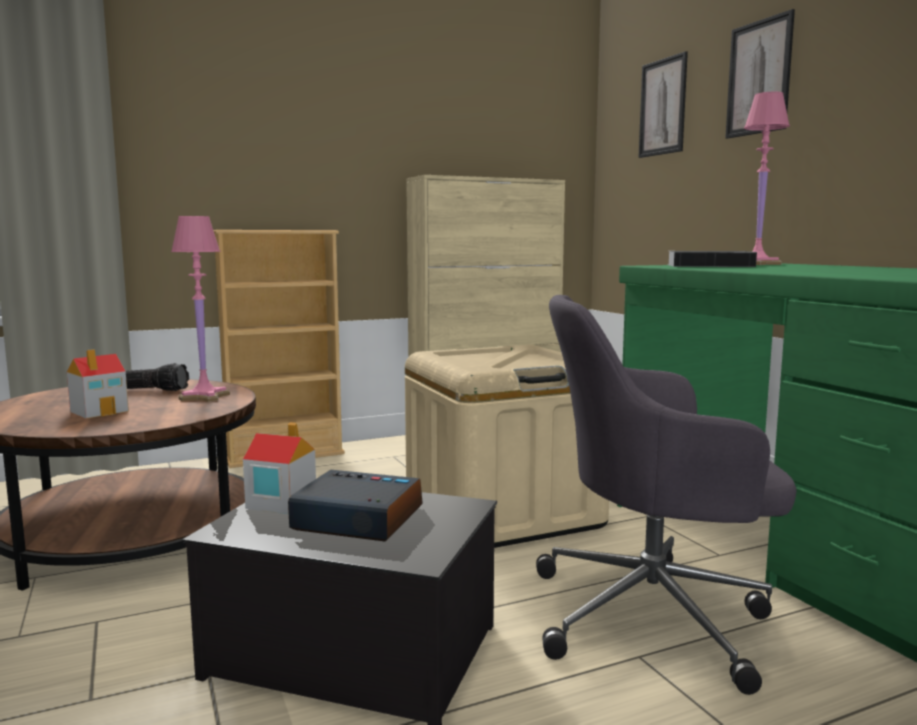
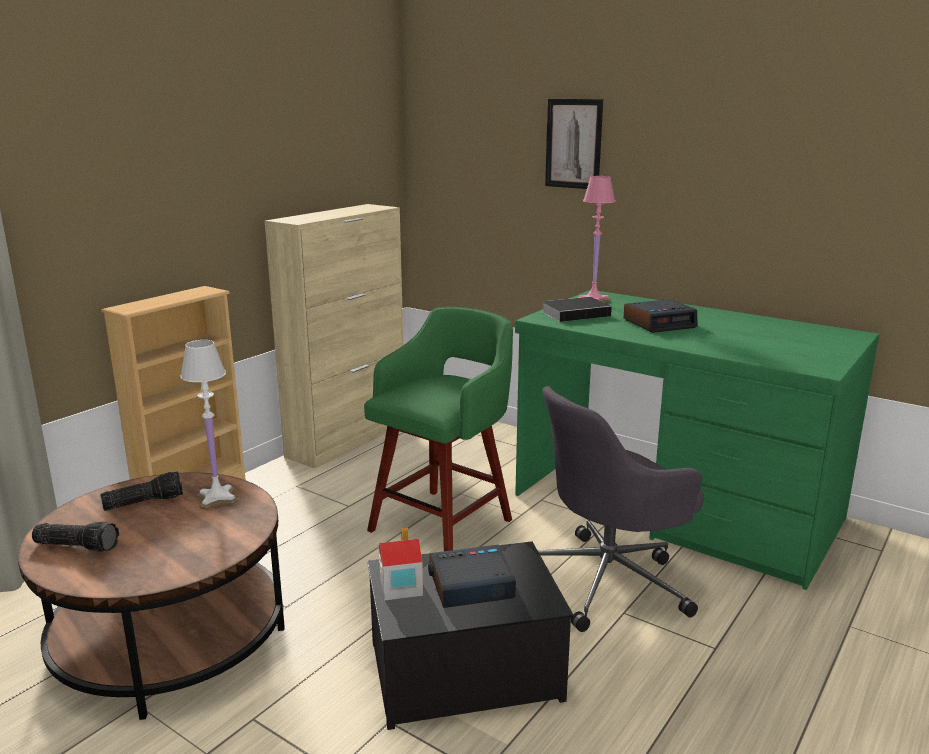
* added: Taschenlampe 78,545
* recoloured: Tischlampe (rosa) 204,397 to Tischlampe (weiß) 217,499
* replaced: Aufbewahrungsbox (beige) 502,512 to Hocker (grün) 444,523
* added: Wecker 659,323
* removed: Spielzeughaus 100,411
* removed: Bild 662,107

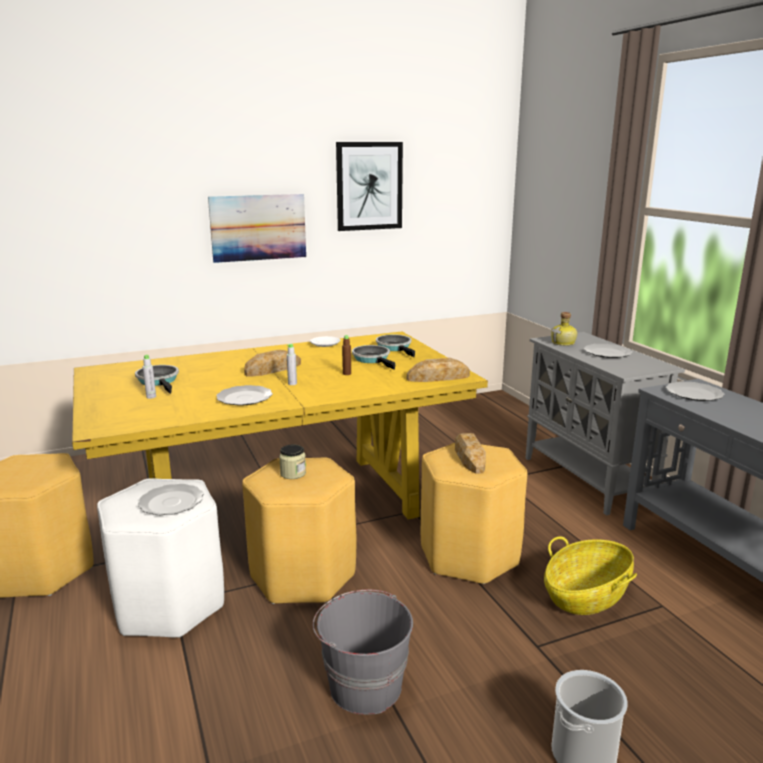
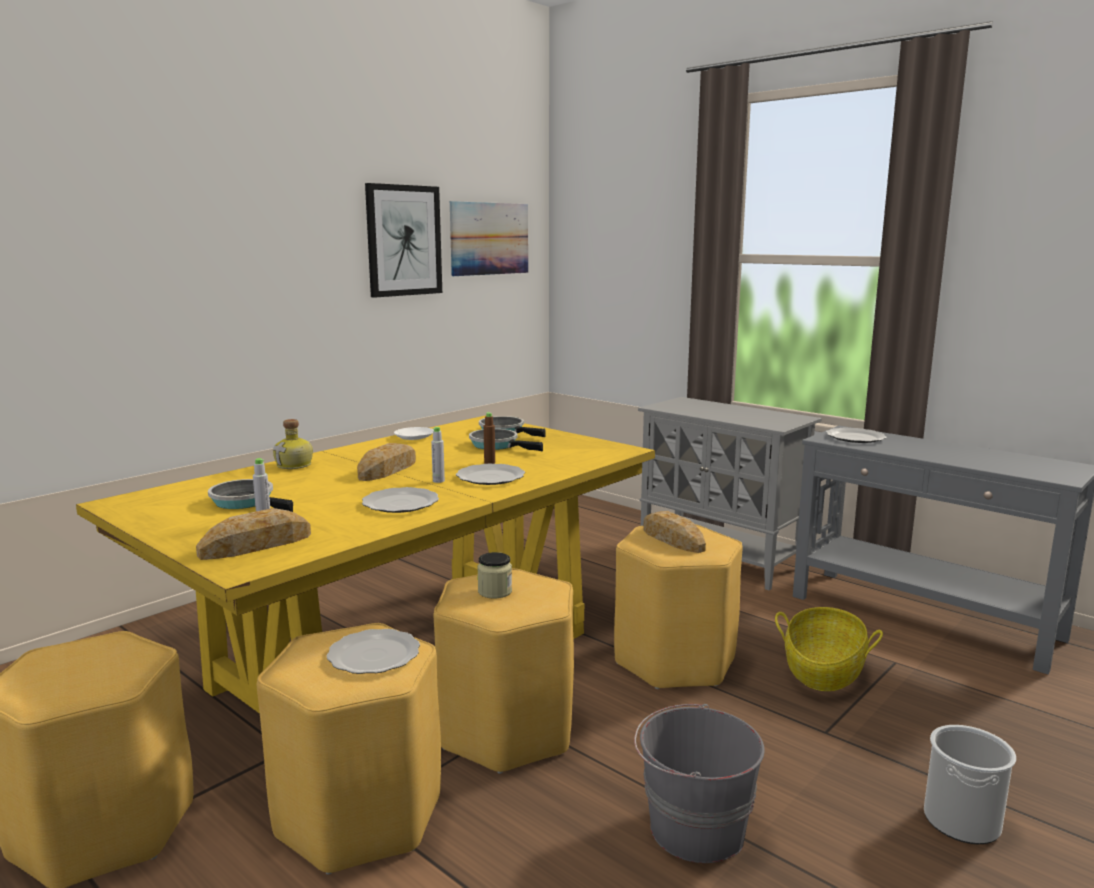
* moved: Brot 438,377 to 256,545
* recoloured: Hocker (weiß) 168,605 to Hocker (gelb) 358,816
* moved: Flasche 564,343 to 295,465
* moved: Bild 258,227 to 489,238
* moved: Teller 607,353 to 491,477

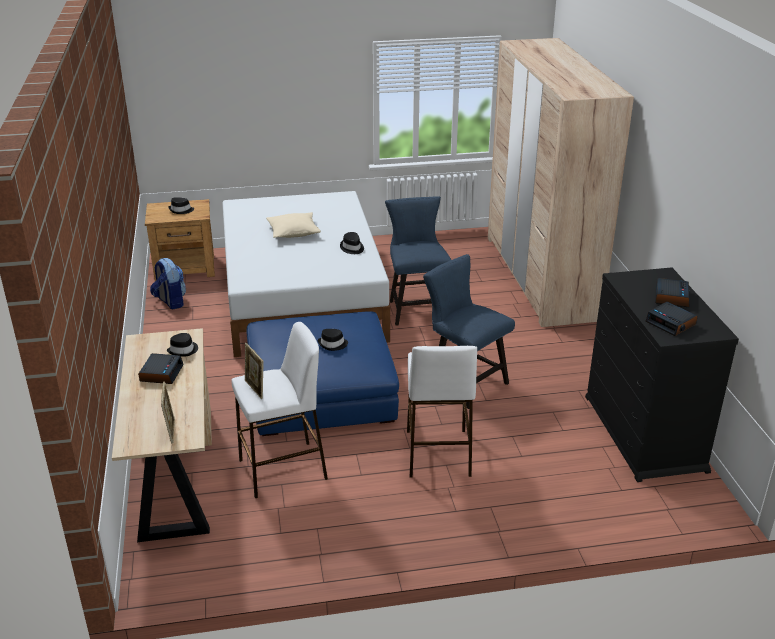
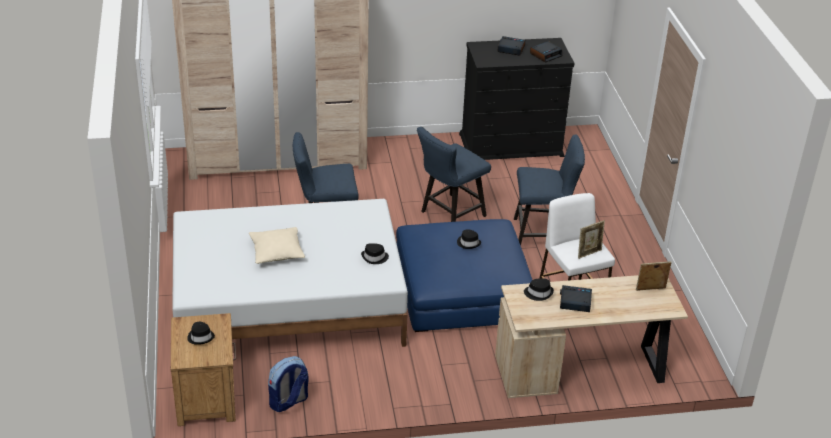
* moved: Hut (schwarz) 352,248 to 375,257
* replaced: Hocker (weiß) 438,453 to Stuhl (blau) 542,234

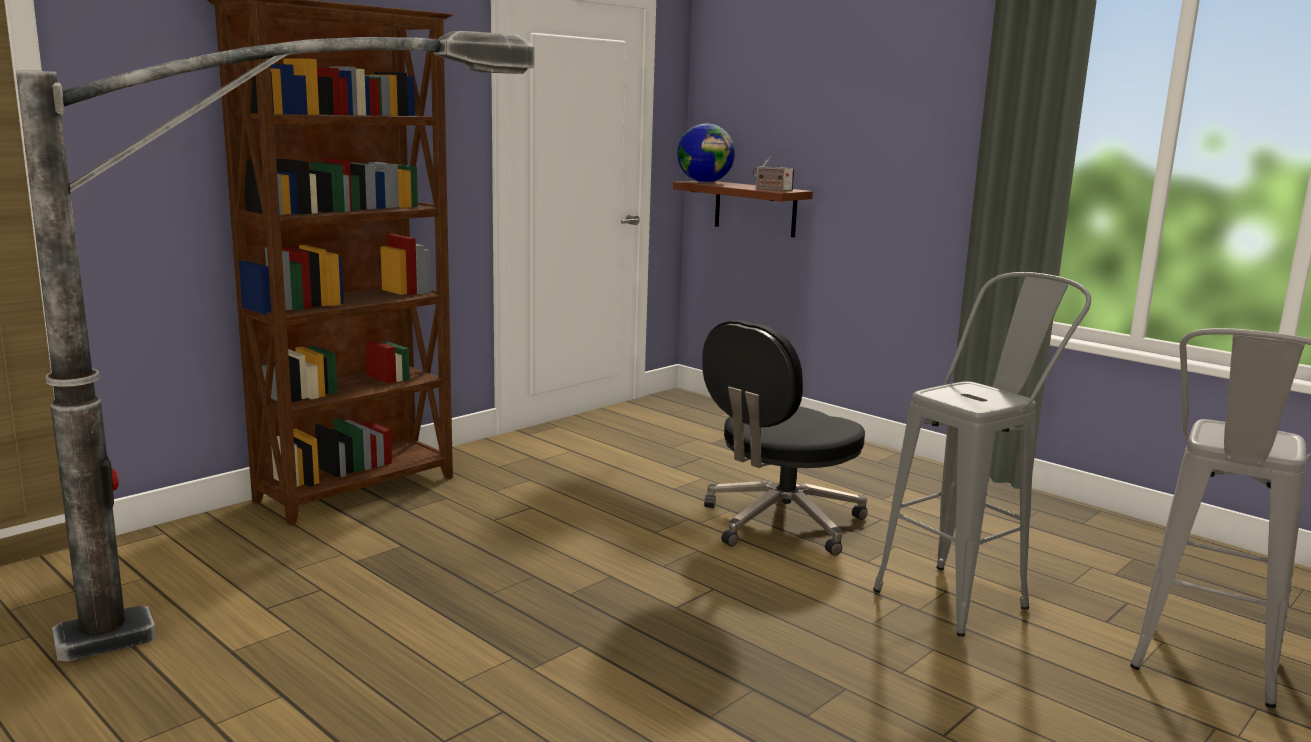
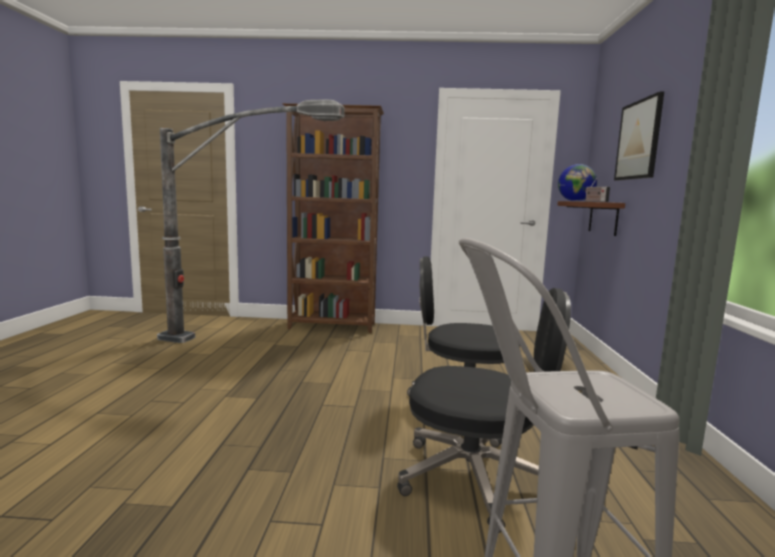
* replaced: Hocker (grau) 964,594 to Bürostuhl (schwarz) 476,478
* added: Bild 638,140

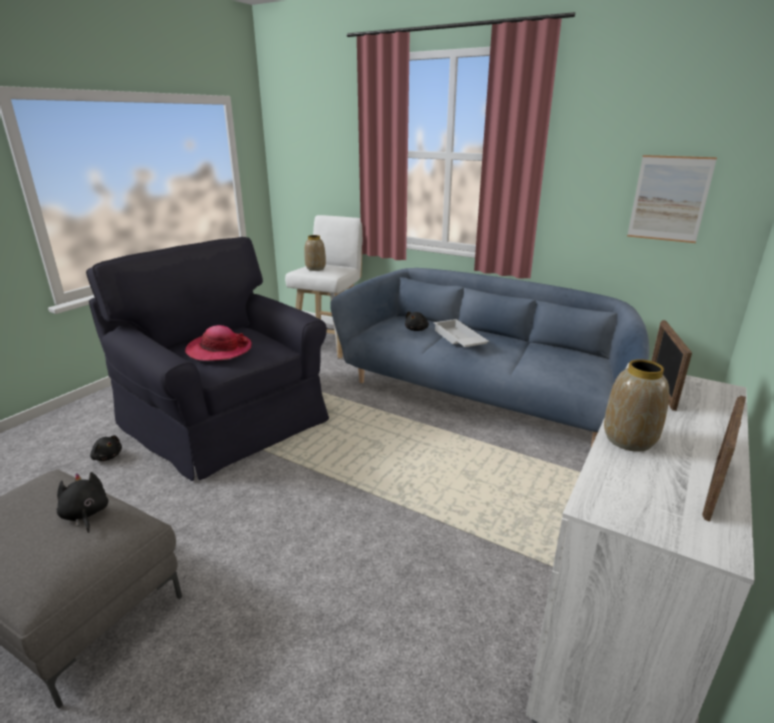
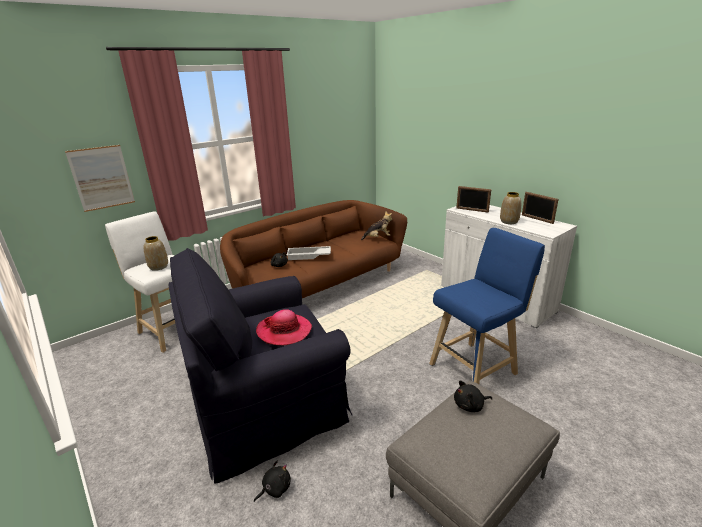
* moved: Bild 669,199 to 102,178
* recoloured: Sofa (blau) 480,395 to Sofa (braun) 316,286
* added: Plüschtier 378,238
* added: Hocker (blau) 476,367

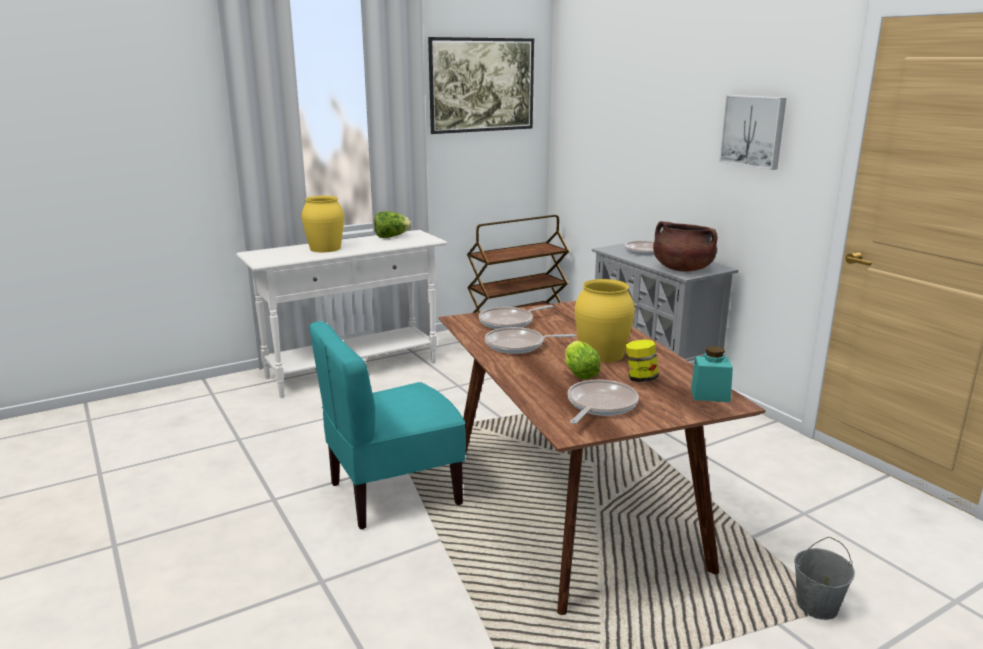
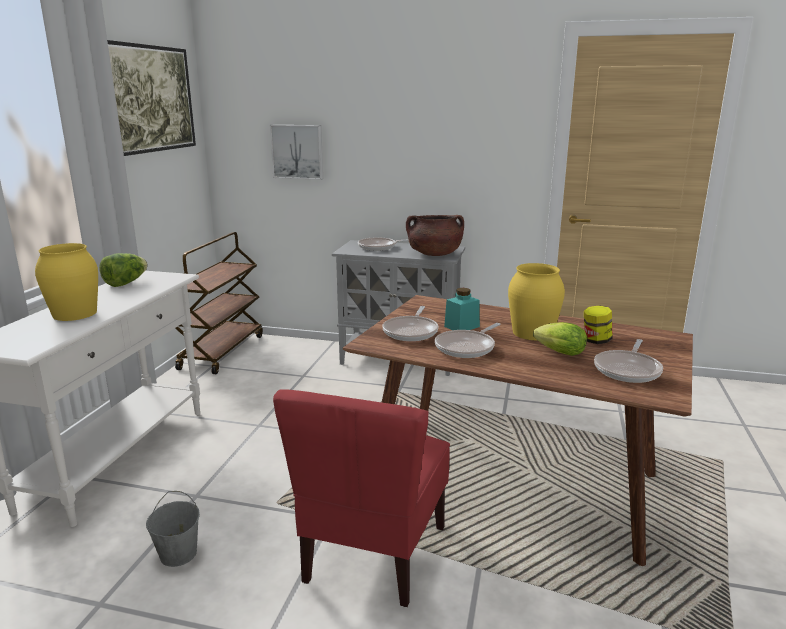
* moved: Eimer (grau) 816,605 to 178,554
* moved: Bild 754,131 to 298,151
* recoloured: Stuhl (türkis) 393,493 to Stuhl (rot) 373,554
* moved: Vorratsglas (türkis) 710,395 to 461,326
* turned: Pfanne 599,405 = 628,370 135 degrees counterclockwise

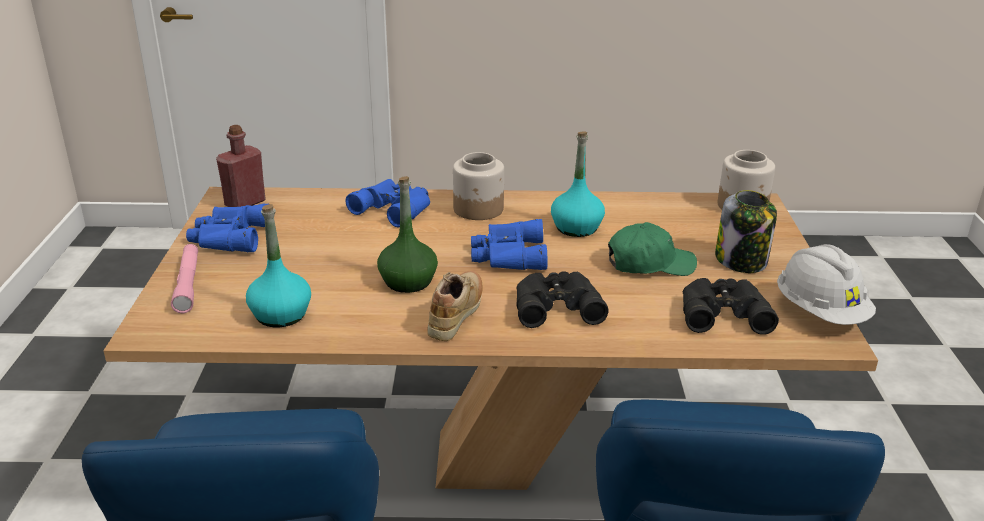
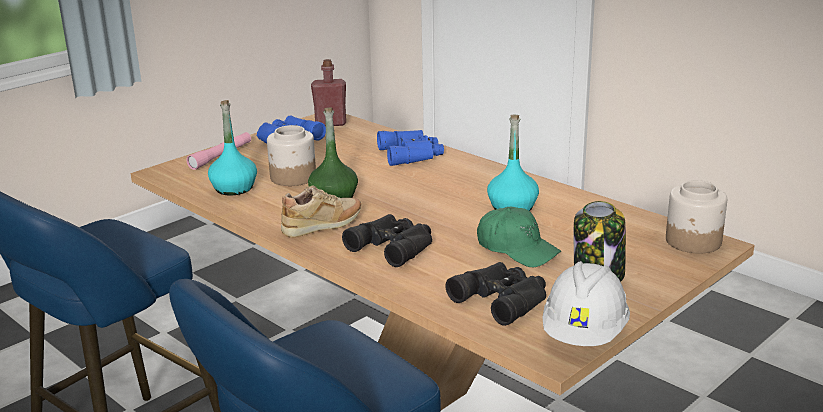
* moved: Vorratsglas 478,209 to 293,177
* removed: Fernglas (blau) 507,255

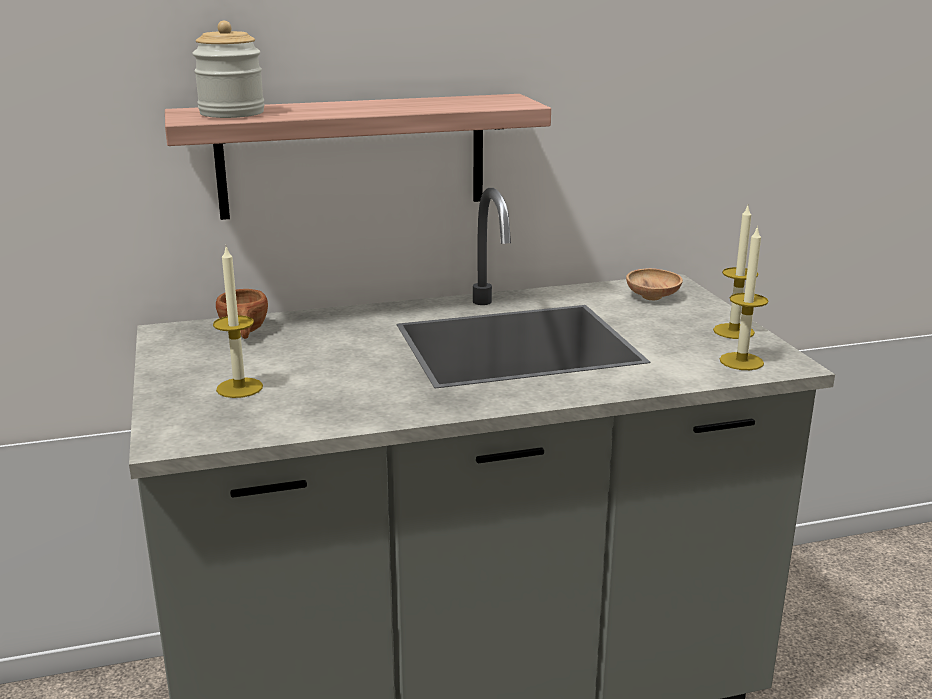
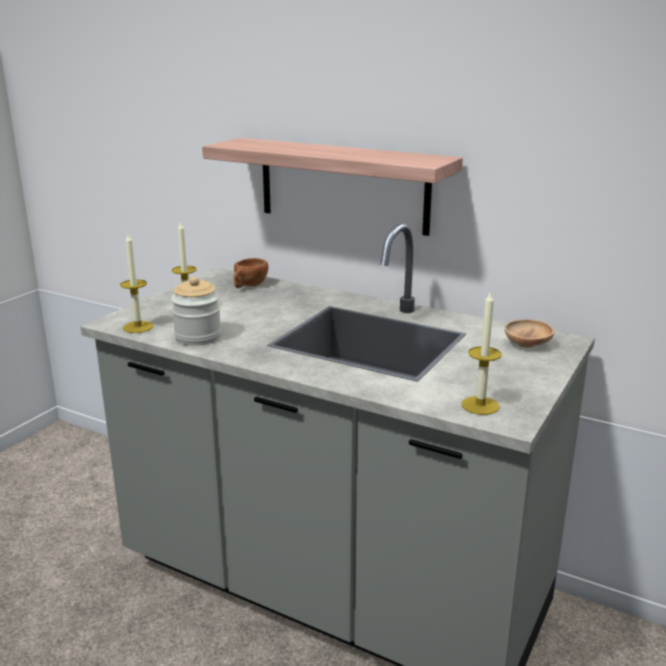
* moved: Kerze 733,331 to 138,327
* moved: Vorratsglas 232,113 to 198,337

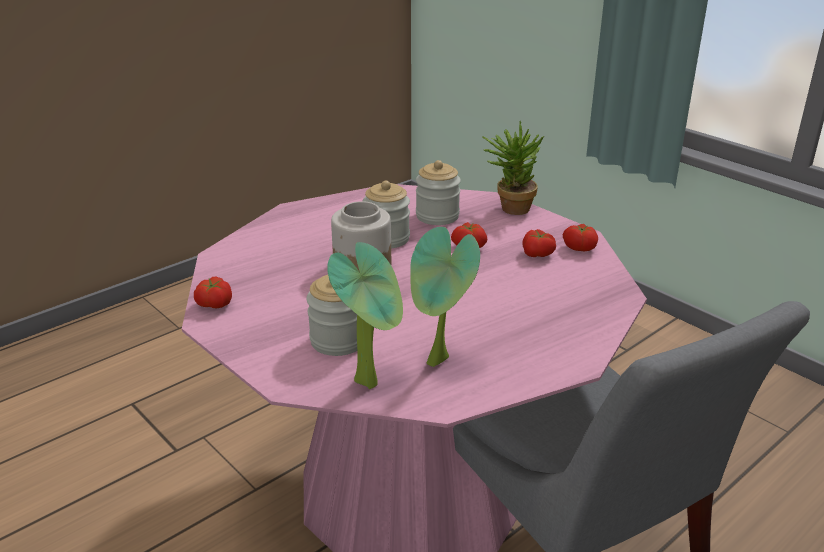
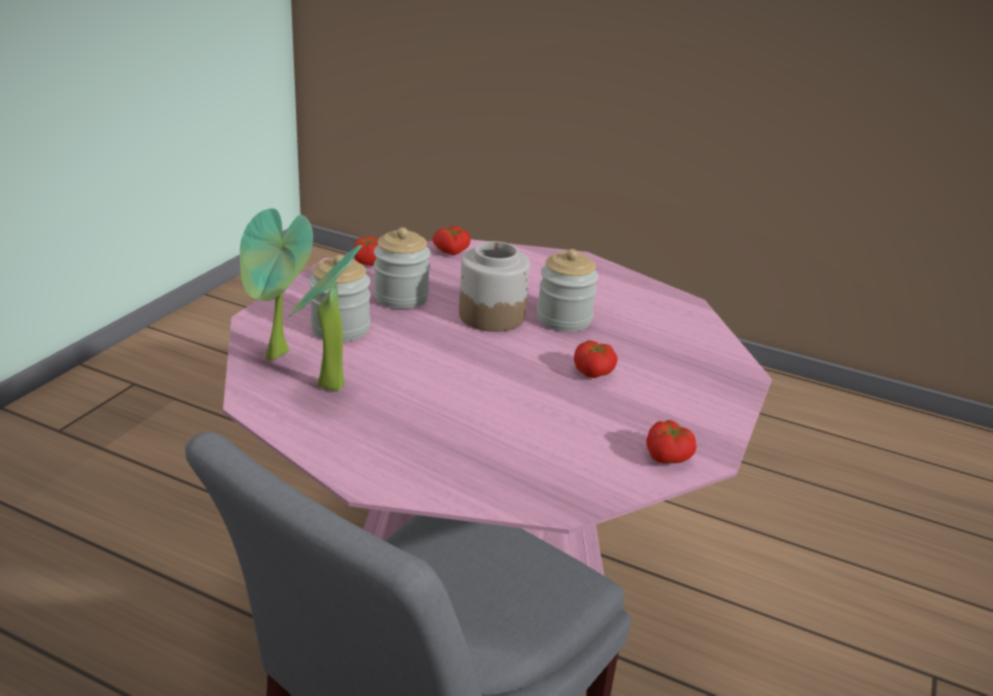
* moved: Vorratsglas 437,216 to 401,297
* moved: Tomate 538,254 to 451,252
* removed: Topfpflanze 510,207

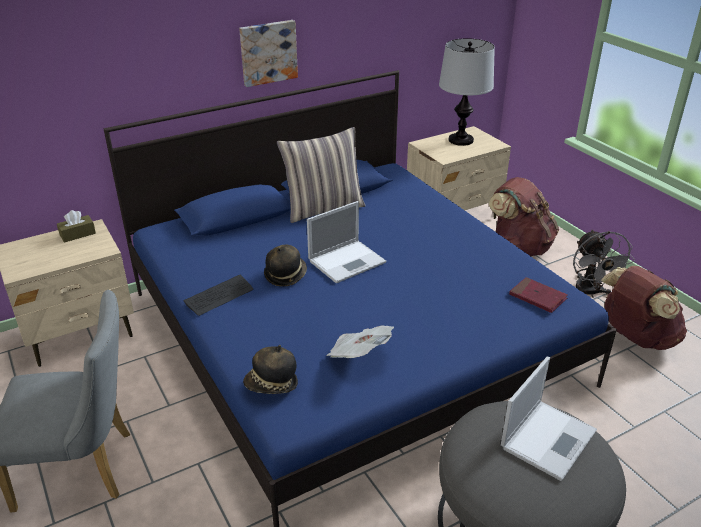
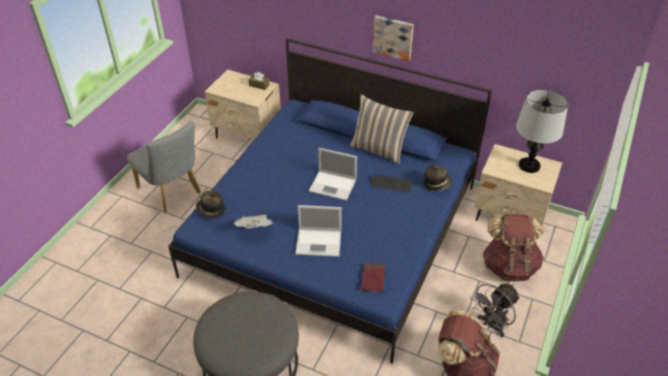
* moved: Laptop 549,438 to 319,242
* moved: Tastatur 219,296 to 391,184
* moved: Hut 285,275 to 437,184

